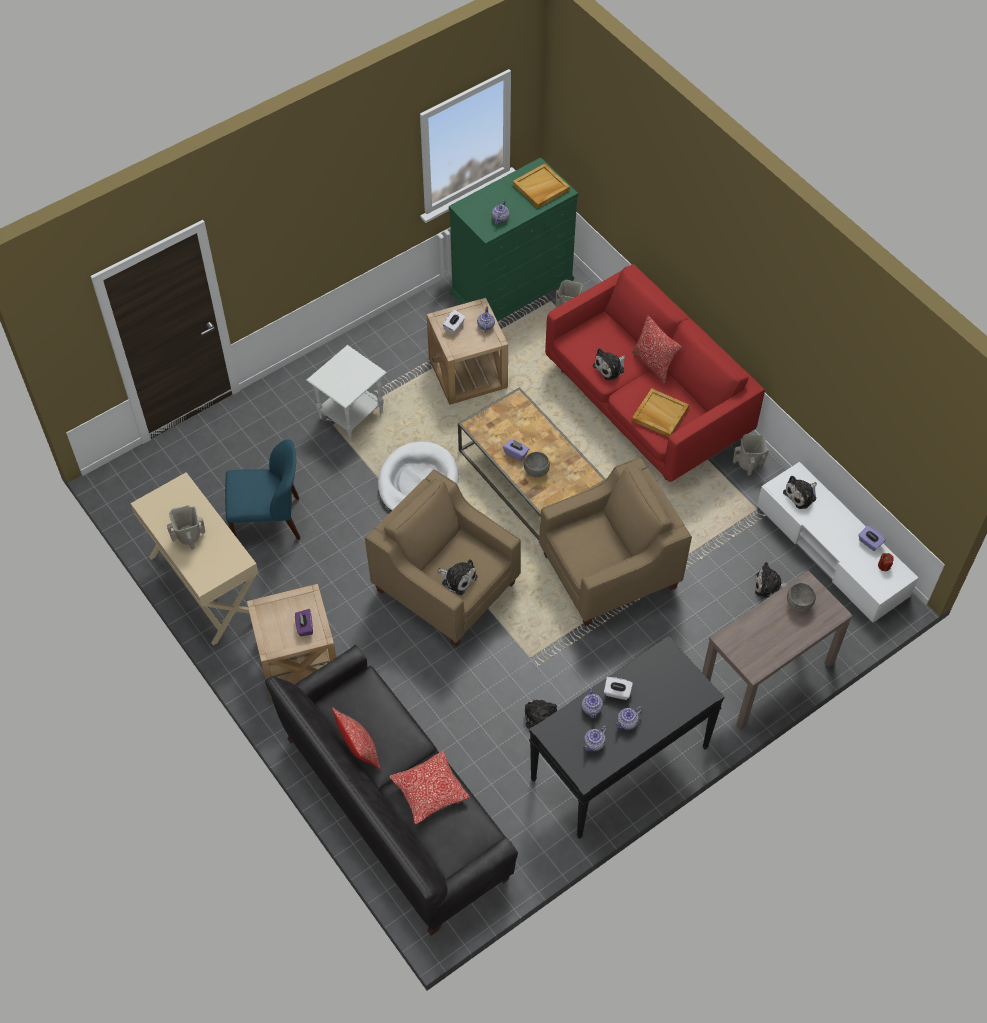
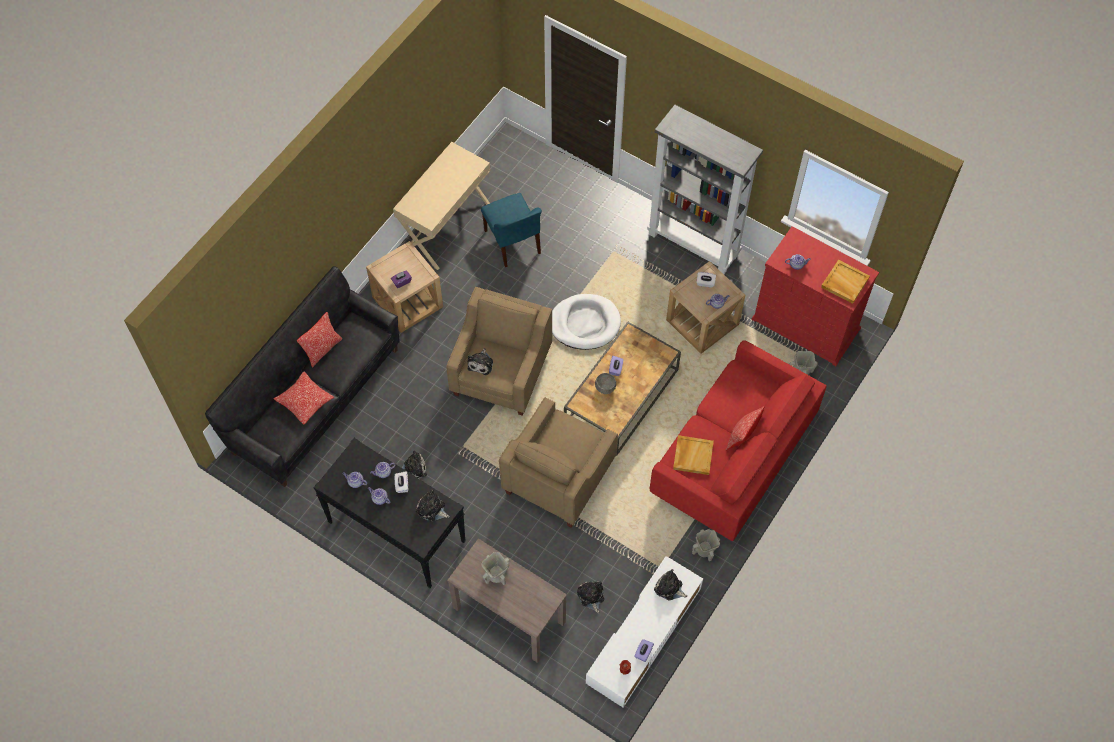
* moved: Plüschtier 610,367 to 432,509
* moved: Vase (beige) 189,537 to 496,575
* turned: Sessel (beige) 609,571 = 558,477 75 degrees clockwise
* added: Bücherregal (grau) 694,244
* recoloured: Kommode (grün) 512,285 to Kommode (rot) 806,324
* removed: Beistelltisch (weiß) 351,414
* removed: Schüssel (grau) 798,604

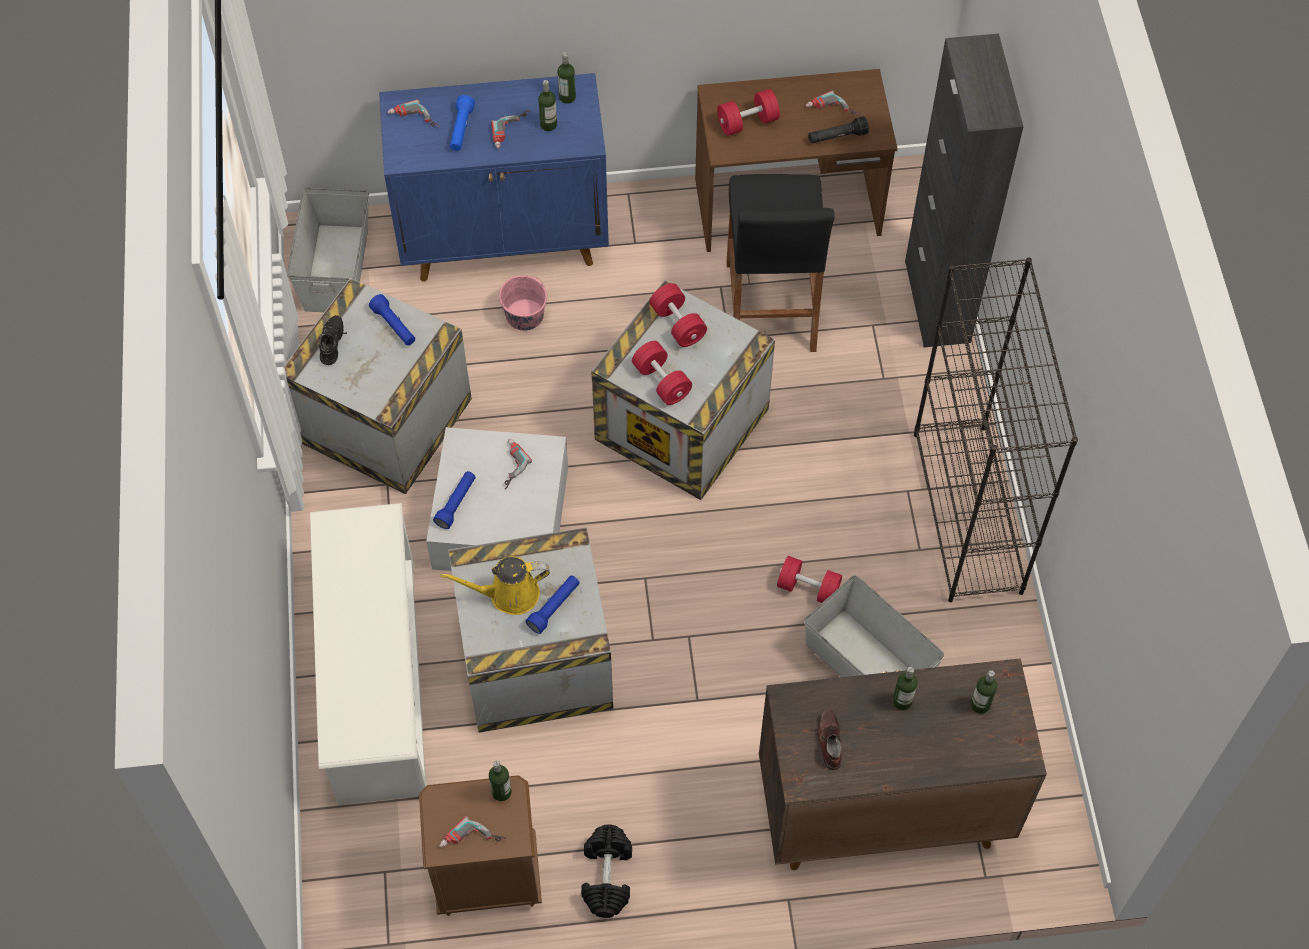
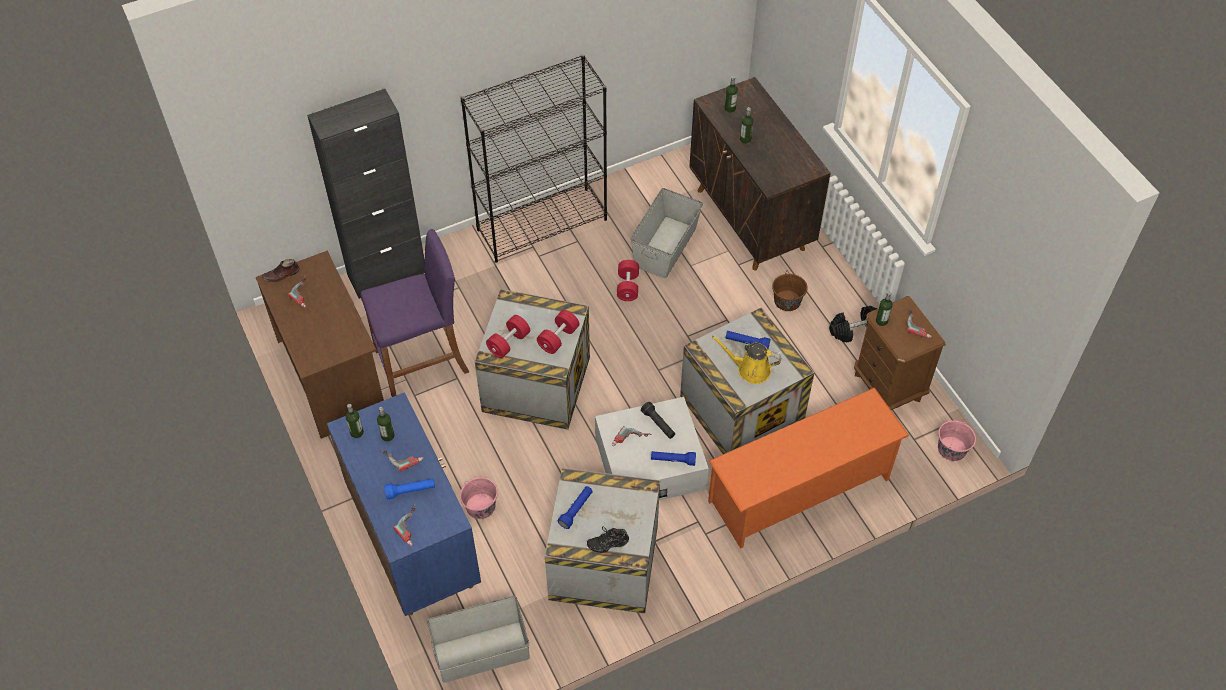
* moved: Schuh (braun) 829,741 to 281,275
* recoloured: Hocker (schwarz) 771,307 to Hocker (lila) 422,362
* moved: Taschenlampe (schwarz) 837,137 to 658,424
* recoloured: Schuhregal (weiß) 376,682 to Schuhregal (orange) 799,490
* turned: Gießkanne (gelb) 508,594 = 750,369 135 degrees clockwise
* added: Eimer (braun) 787,301
* added: Eimer (rosa) 951,449
* removed: Hantel (rot) 747,122

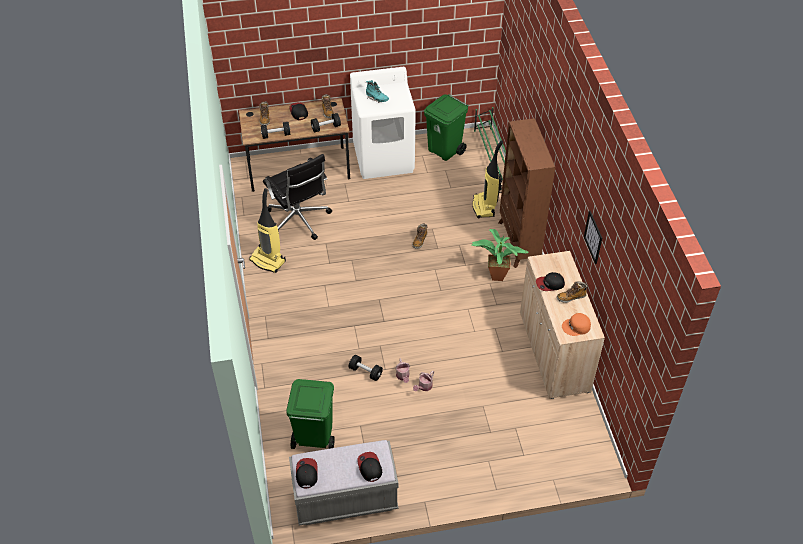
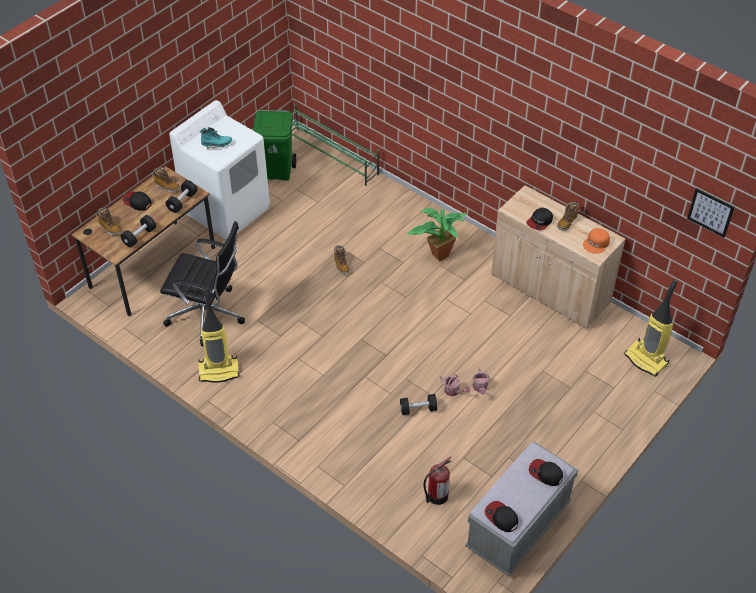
* replaced: Mülleimer (grün) 314,438 to Feuerlöscher 436,496
* moved: Staubsauger 484,207 to 647,359
* moved: Bild 593,237 to 710,212
* removed: Bücherregal (braun) 518,243

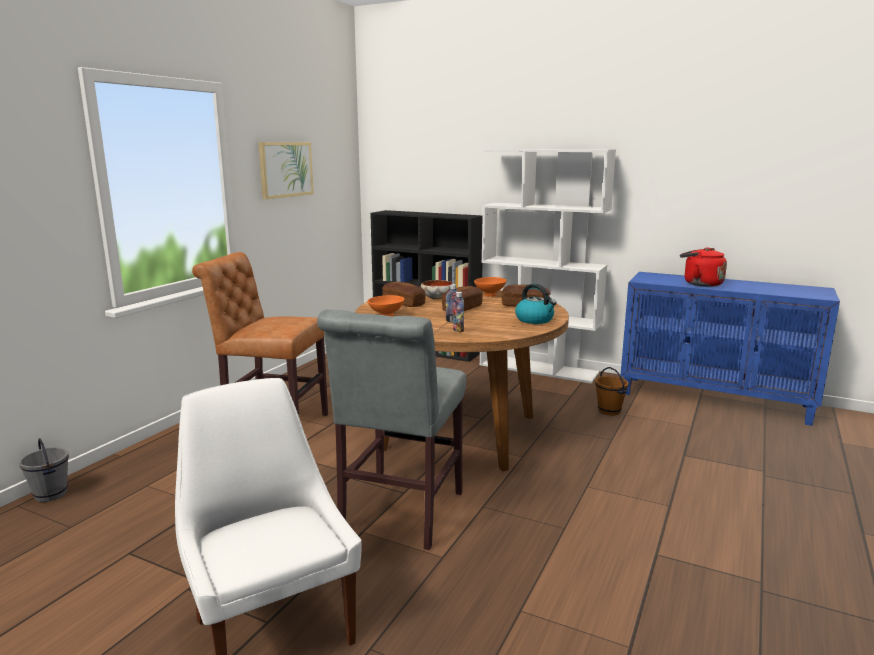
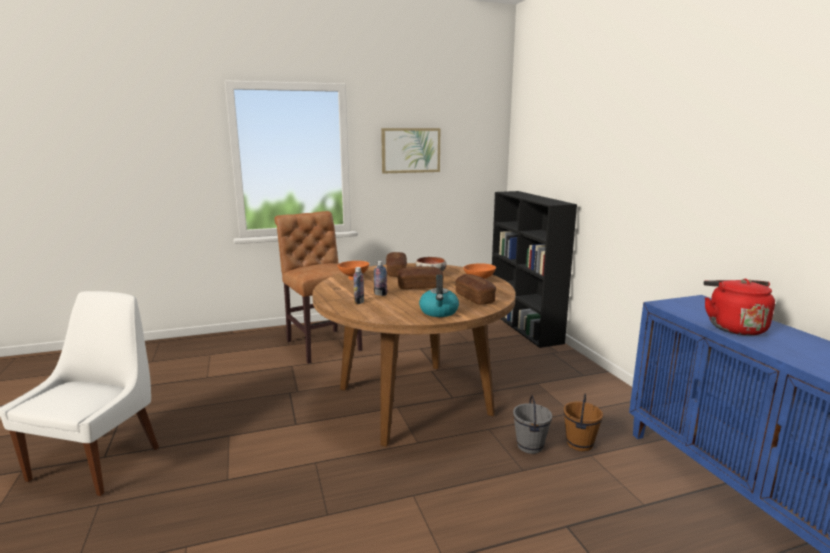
* moved: Eimer (grau) 51,494 to 530,446
* removed: Stuhl (grau) 399,515
* removed: Bücherregal (weiß) 539,369

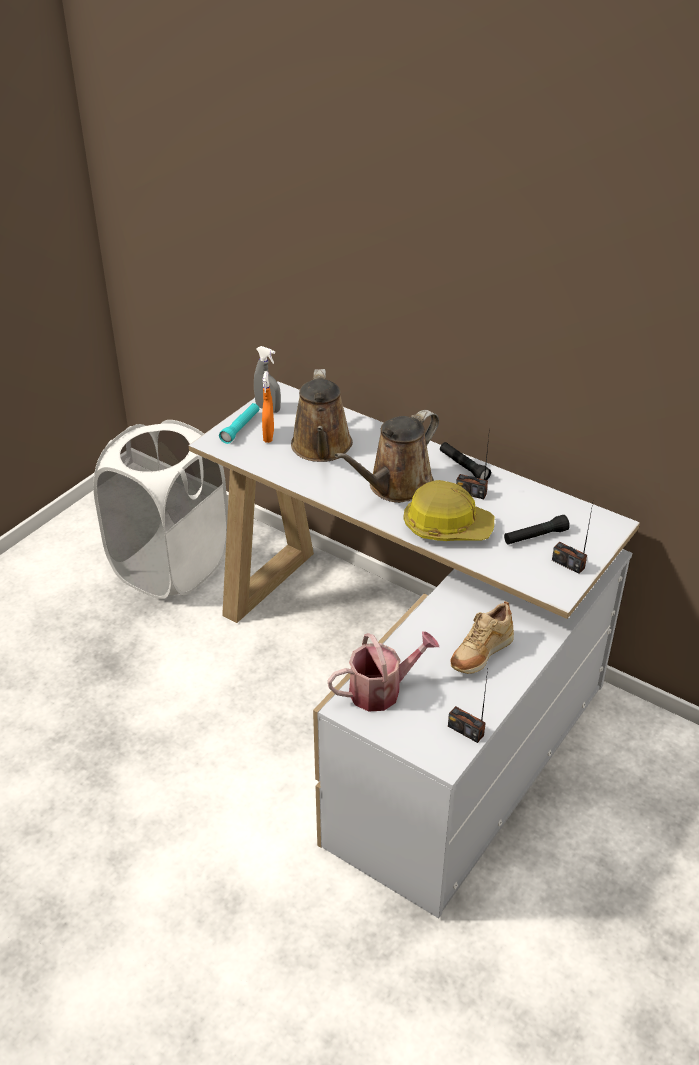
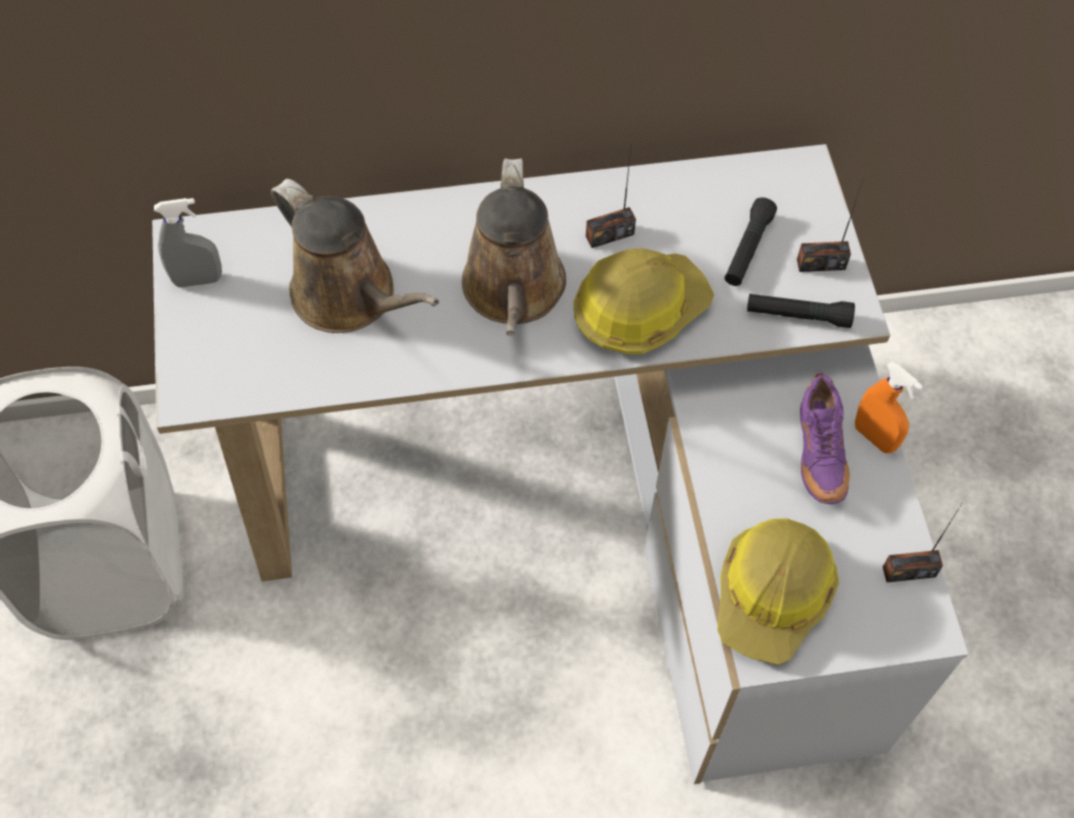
* replaced: Gießkanne 382,690 to Schutzhelm 773,595
* moved: Taschenlampe (schwarz) 463,467 to 798,316
* recoloured: Schuh (beige) 480,655 to Schuh (lila) 818,457
* moved: Sprühflasche (orange) 268,436 to 874,437
* removed: Taschenlampe (türkis) 240,428

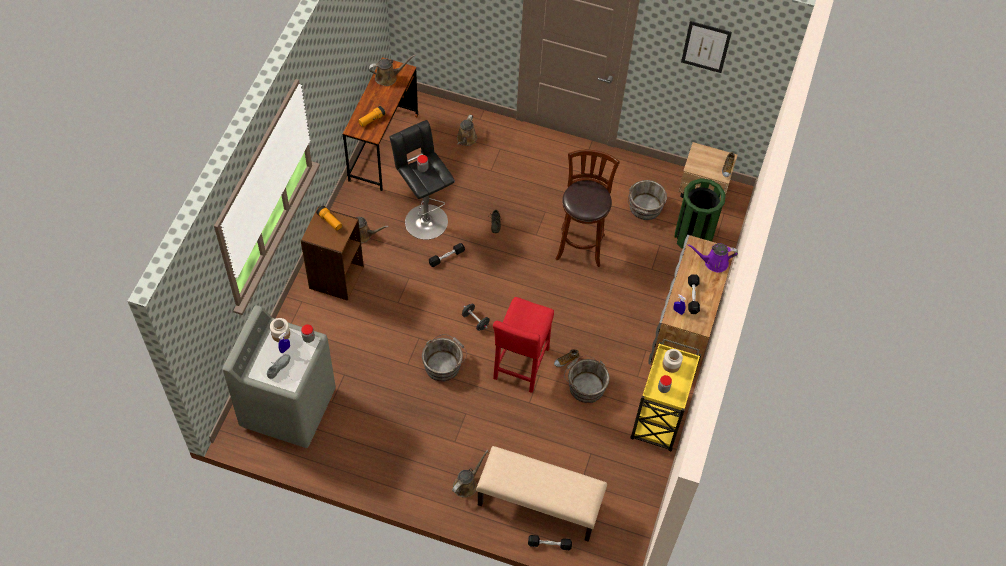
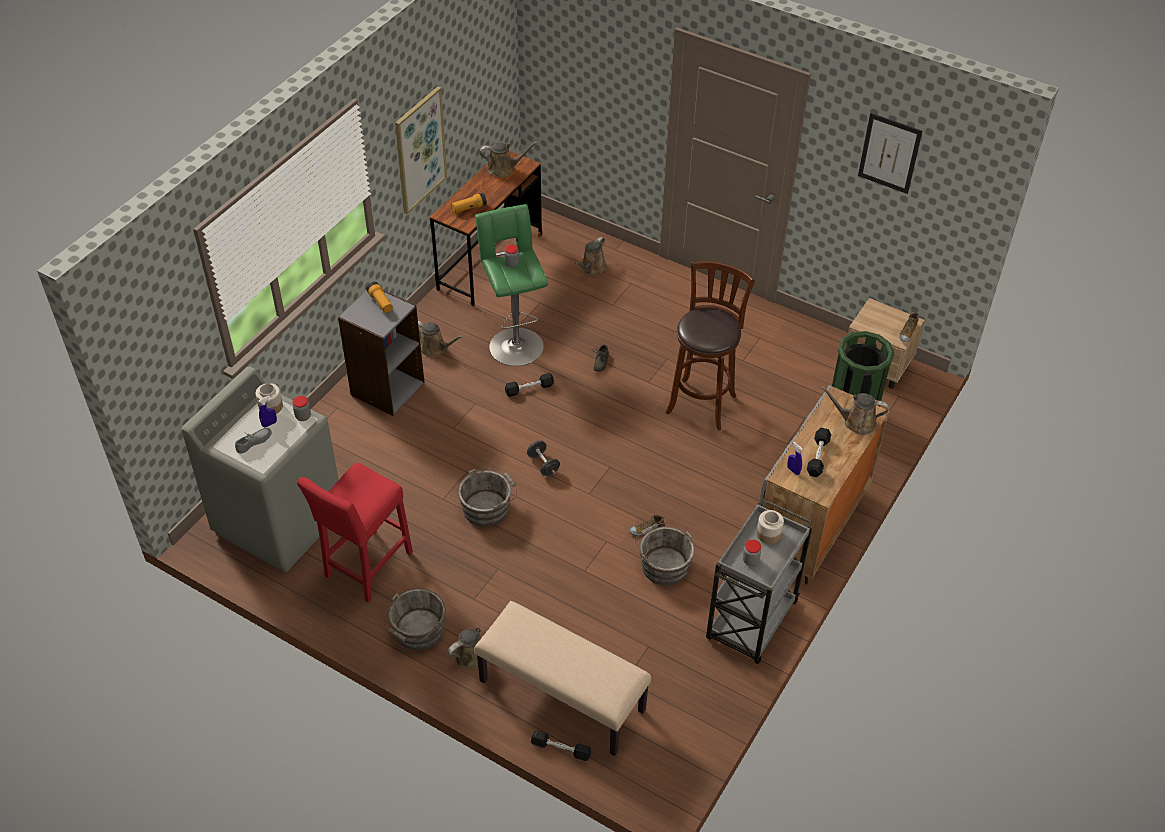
* moved: Hocker (rot) 520,367 to 366,568
* recoloured: Bücherregal (braun) 335,277 to Bücherregal (grau) 387,388
* moved: Eimer (grau) 644,208 to 417,632
* added: Bild 420,150
* recoloured: Hocker (schwarz) 424,219 to Hocker (grün) 515,344
* recoloured: Rollwagen (gelb) 658,420 to Rollwagen (grau) 751,622
* recoloured: Gießkanne (lila) 713,262 to Gießkanne (braun) 856,422

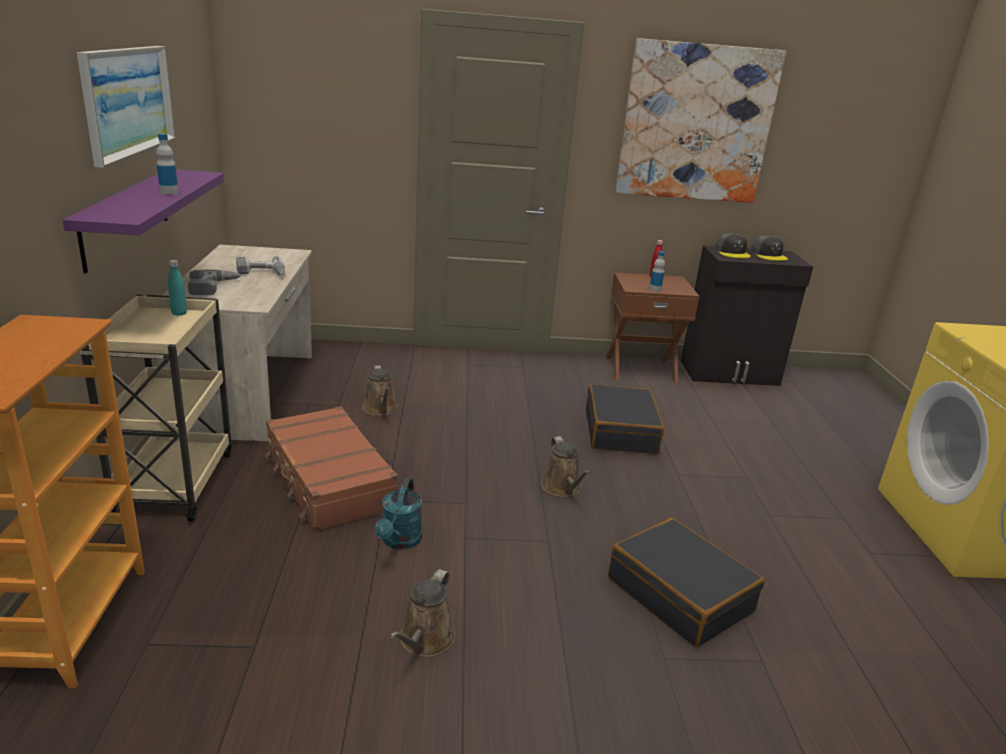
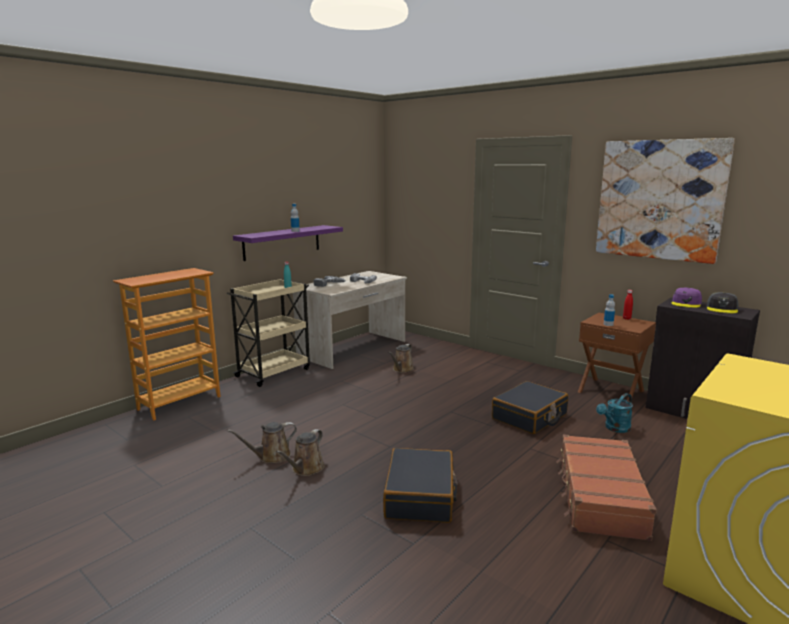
* moved: Gießkanne (braun) 562,488 to 306,469
* moved: Koffer (braun) 328,481 to 599,497
* moved: Gießkanne (türkis) 399,542 to 615,428
* recoloured: Kappe (grau) 732,252 to Kappe (lila) 686,303
* removed: Bild 128,101

